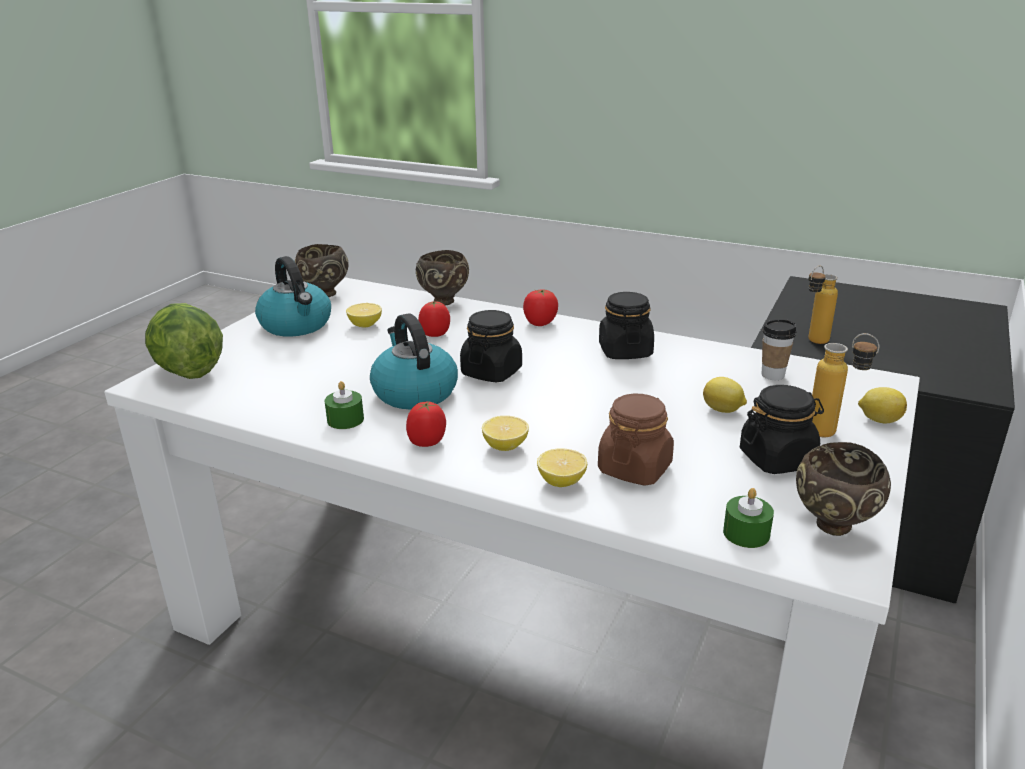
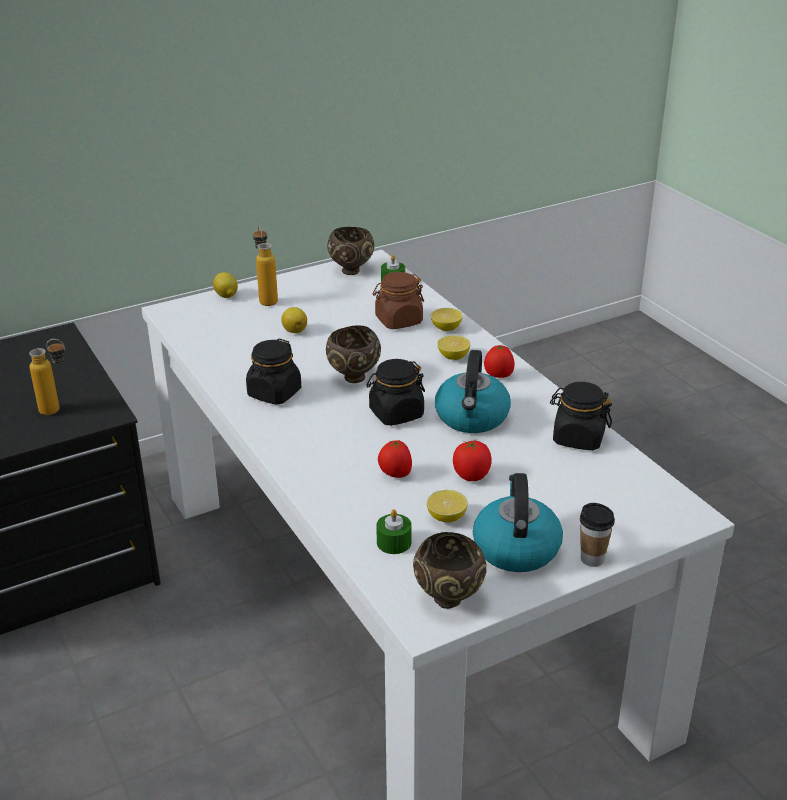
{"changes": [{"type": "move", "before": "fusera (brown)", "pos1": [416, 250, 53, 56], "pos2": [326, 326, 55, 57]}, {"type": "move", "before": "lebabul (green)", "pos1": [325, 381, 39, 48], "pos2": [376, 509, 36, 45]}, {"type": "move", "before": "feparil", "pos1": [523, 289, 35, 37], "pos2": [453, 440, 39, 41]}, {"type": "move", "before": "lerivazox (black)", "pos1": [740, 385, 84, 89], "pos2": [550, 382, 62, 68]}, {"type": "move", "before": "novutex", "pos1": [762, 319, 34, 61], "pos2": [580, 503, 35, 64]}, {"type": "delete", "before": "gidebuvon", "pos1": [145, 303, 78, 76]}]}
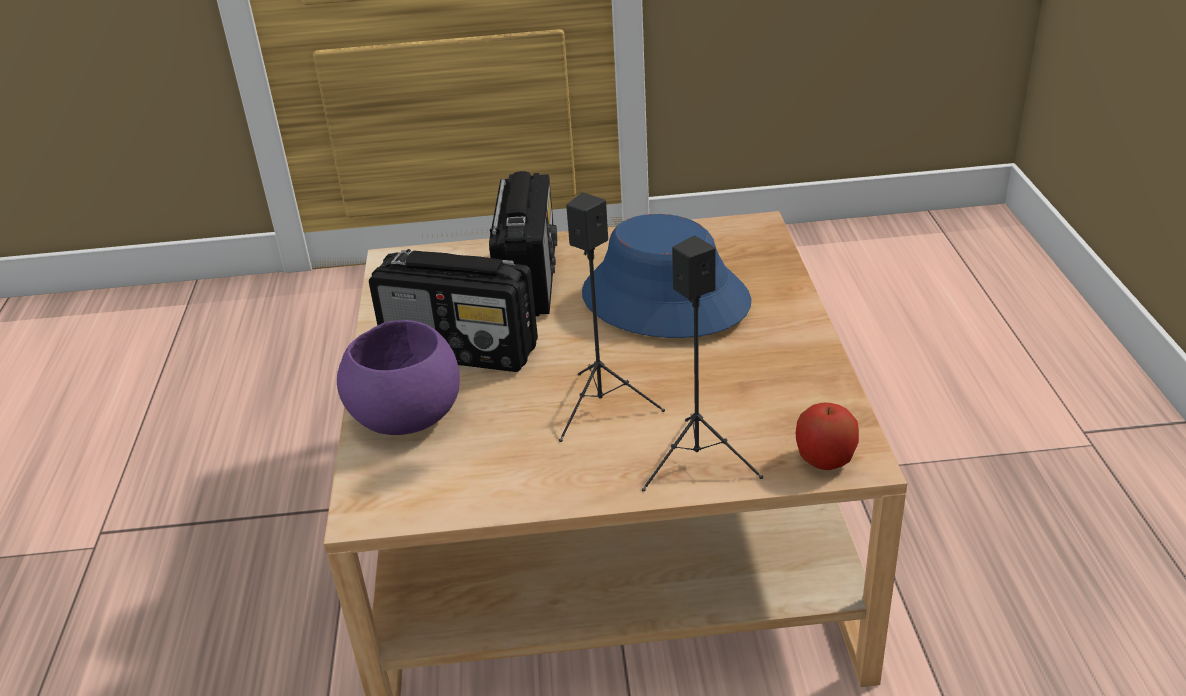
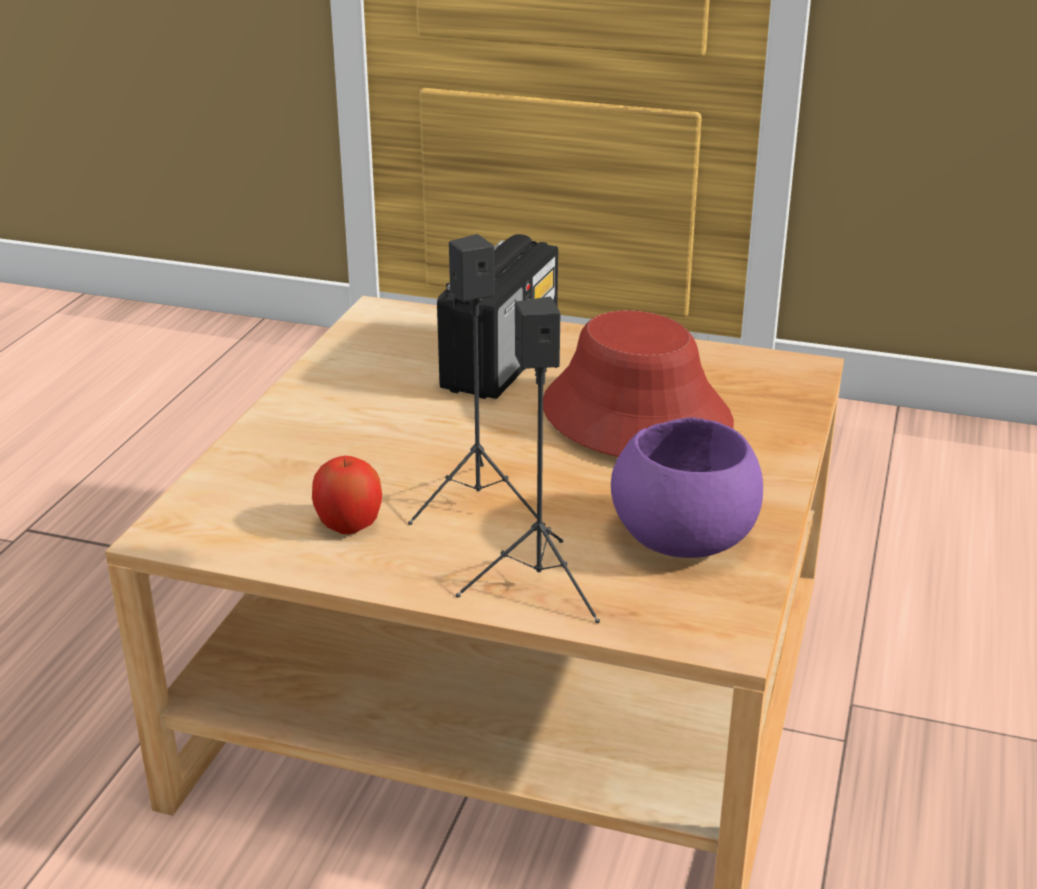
{"changes": [{"type": "move", "before": "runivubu", "pos1": [796, 403, 63, 67], "pos2": [312, 456, 70, 78]}, {"type": "recolor", "before": "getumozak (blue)", "after": "getumozak (red)", "pos1": [582, 214, 169, 124], "pos2": [543, 310, 191, 147]}, {"type": "move", "before": "fusera (purple)", "pos1": [337, 320, 123, 115], "pos2": [611, 417, 152, 141]}, {"type": "delete", "before": "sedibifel", "pos1": [369, 249, 169, 123]}]}
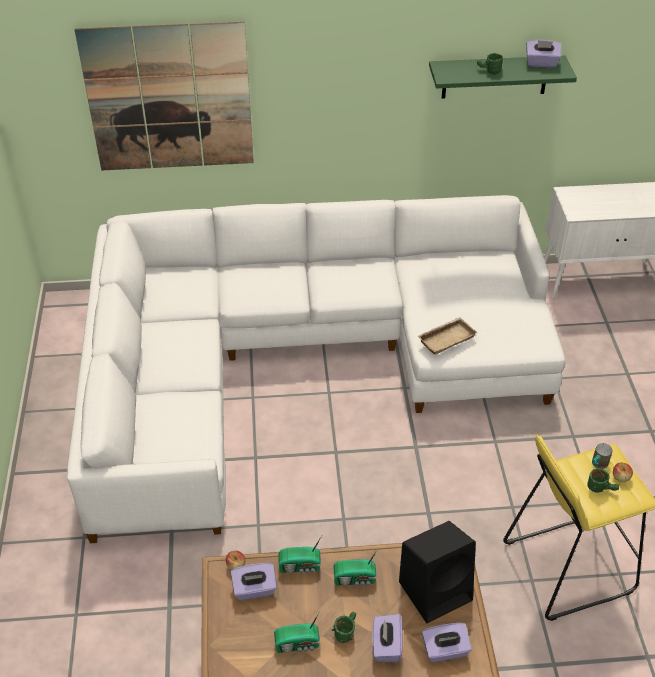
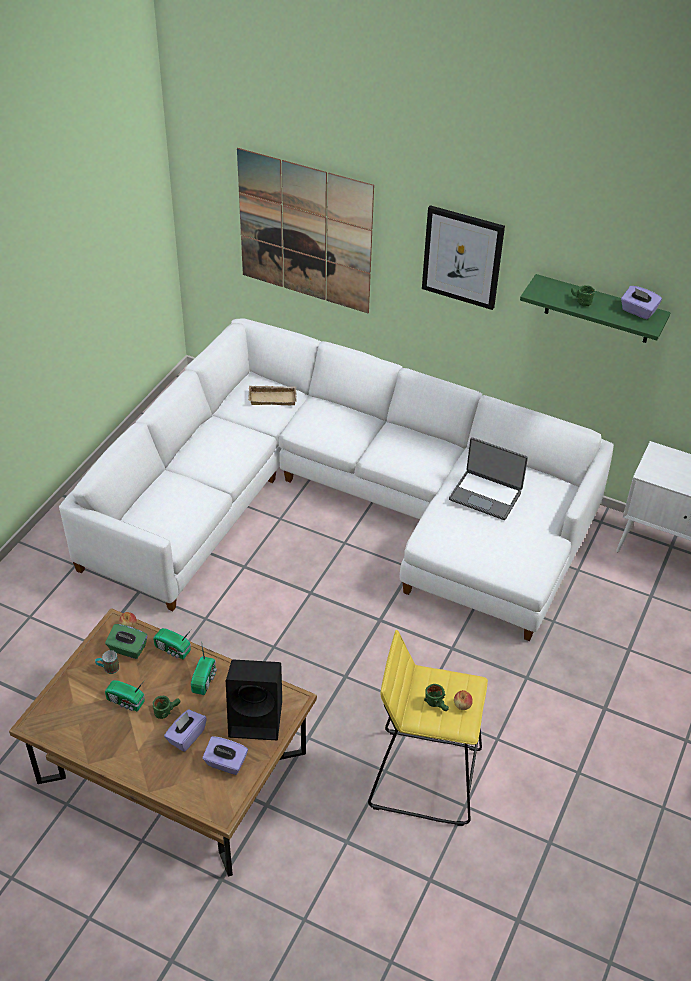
{"changes": [{"type": "move", "before": "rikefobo", "pos1": [592, 443, 21, 26], "pos2": [95, 650, 24, 24]}, {"type": "recolor", "before": "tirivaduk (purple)", "after": "tirivaduk (green)", "pos1": [231, 563, 46, 37], "pos2": [105, 624, 43, 35]}, {"type": "rotate", "before": "sedibifel", "pos1": [333, 547, 46, 39], "pos2": [191, 641, 26, 54], "turn": -105}, {"type": "move", "before": "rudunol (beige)", "pos1": [418, 317, 59, 38], "pos2": [248, 386, 48, 19]}, {"type": "insert", "after": "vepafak", "pos2": [422, 205, 83, 105]}, {"type": "insert", "after": "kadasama", "pos2": [449, 437, 79, 83]}]}
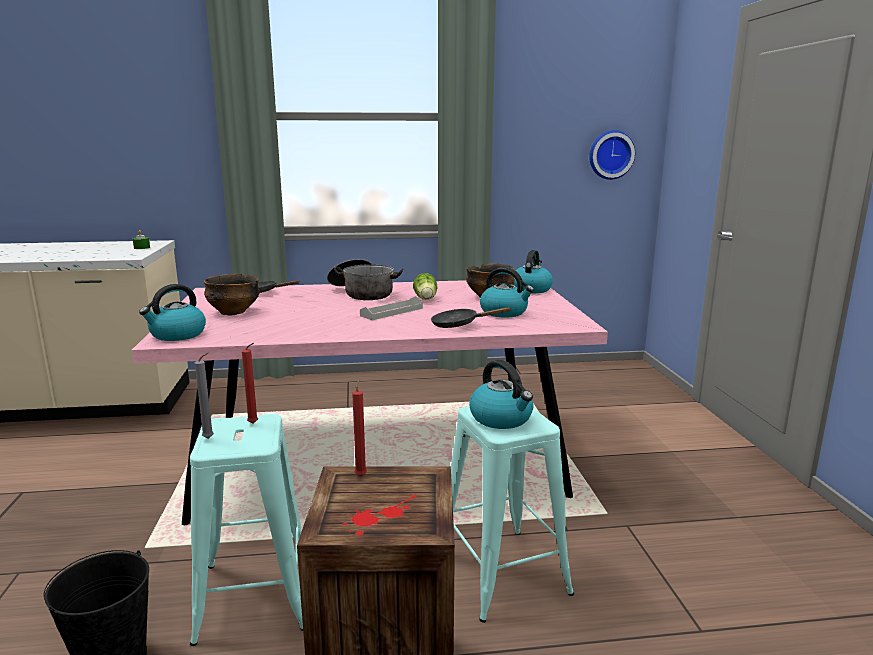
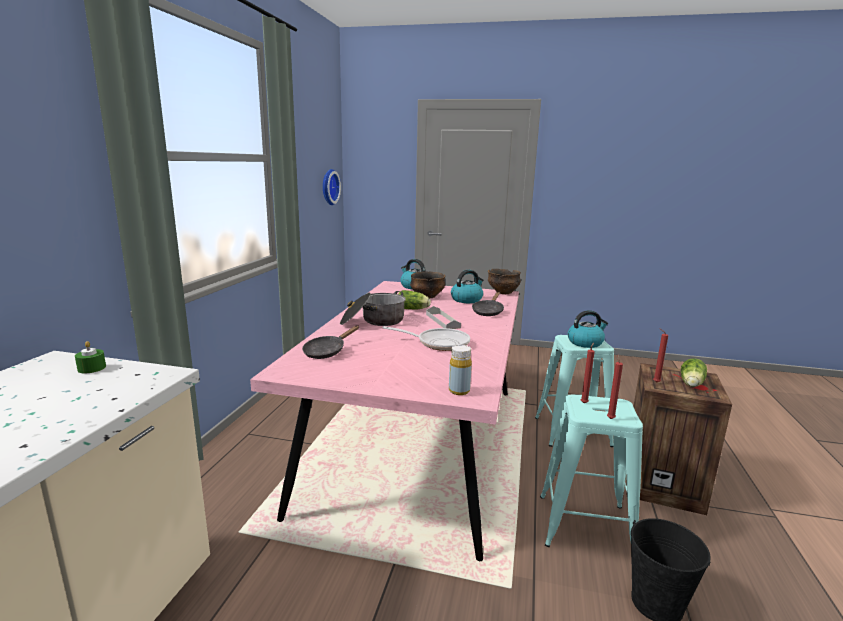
{"changes": [{"type": "insert", "after": "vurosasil", "pos2": [383, 326, 87, 25]}, {"type": "replace", "before": "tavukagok", "after": "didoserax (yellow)", "pos1": [139, 284, 67, 57], "pos2": [449, 345, 23, 50]}, {"type": "move", "before": "fusera", "pos1": [203, 274, 57, 41], "pos2": [488, 269, 33, 25]}, {"type": "recolor", "before": "lebabul (grey)", "after": "lebabul (red)", "pos1": [195, 352, 19, 87], "pos2": [607, 354, 16, 65]}, {"type": "insert", "after": "gidebuvon", "pos2": [681, 358, 26, 29]}]}
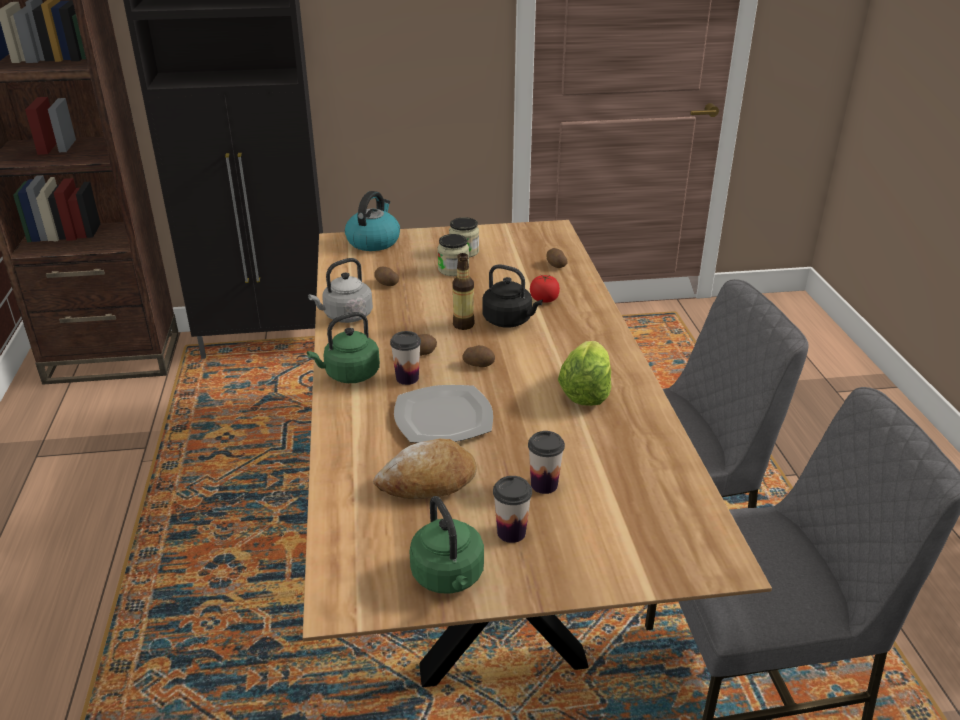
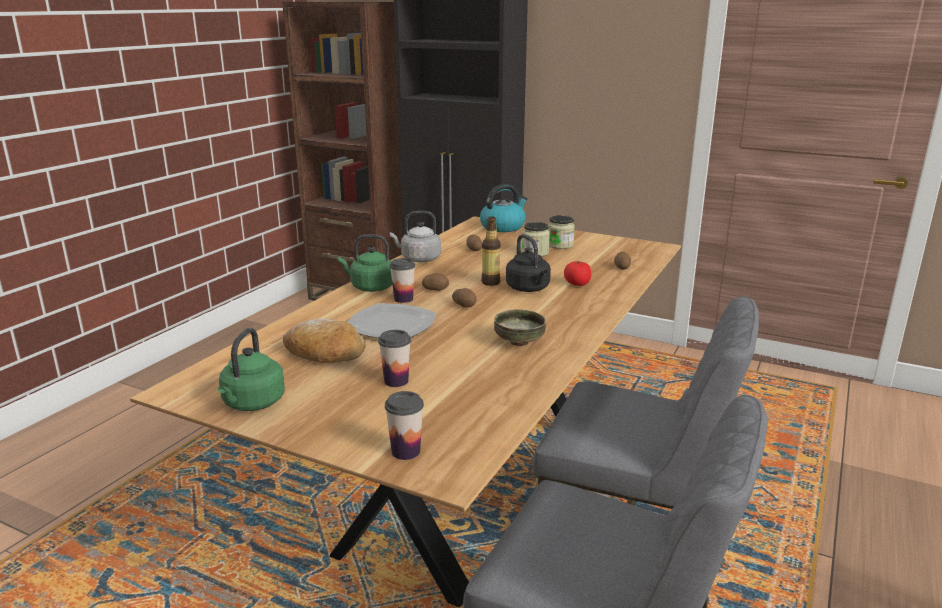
{"changes": [{"type": "move", "before": "novutex", "pos1": [493, 476, 39, 67], "pos2": [385, 391, 39, 69]}, {"type": "replace", "before": "gidebuvon", "after": "fusera", "pos1": [558, 341, 54, 65], "pos2": [494, 309, 52, 37]}]}
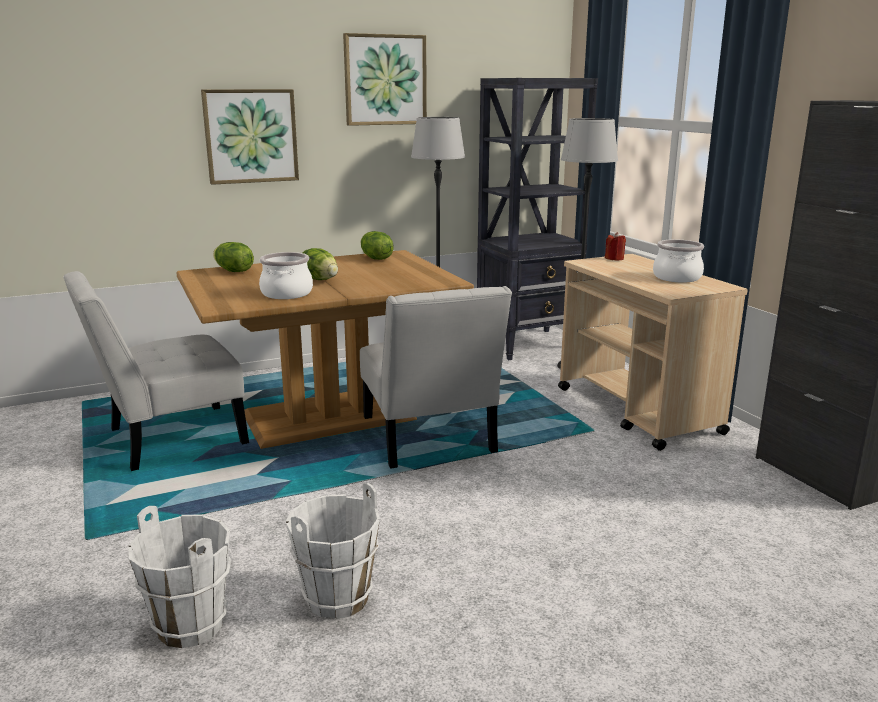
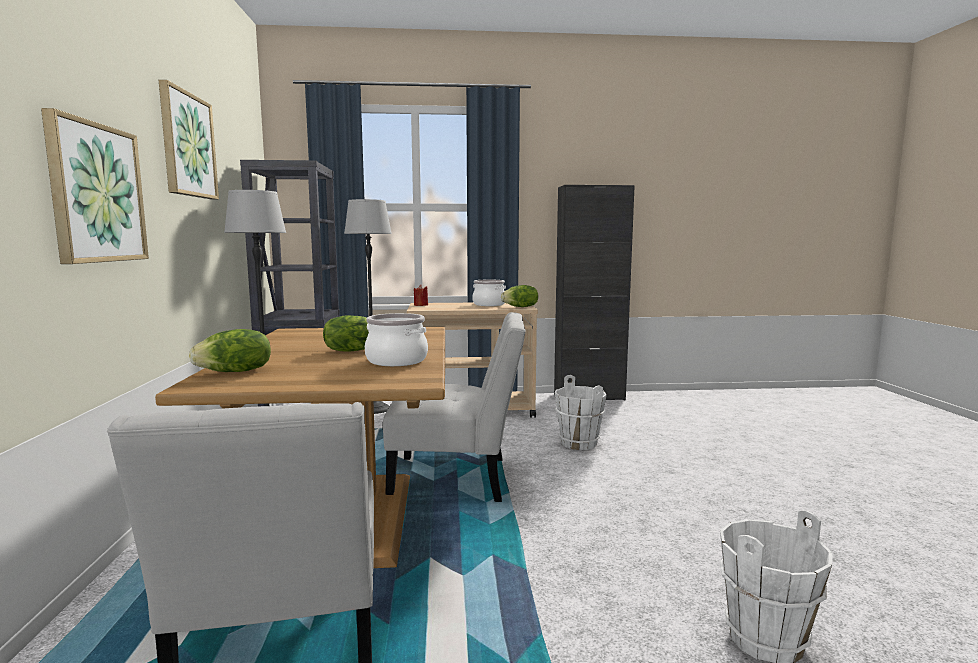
{"changes": [{"type": "move", "before": "gidebuvon", "pos1": [360, 231, 34, 29], "pos2": [501, 285, 37, 22]}, {"type": "move", "before": "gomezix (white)", "pos1": [286, 483, 94, 136], "pos2": [555, 375, 52, 75]}]}
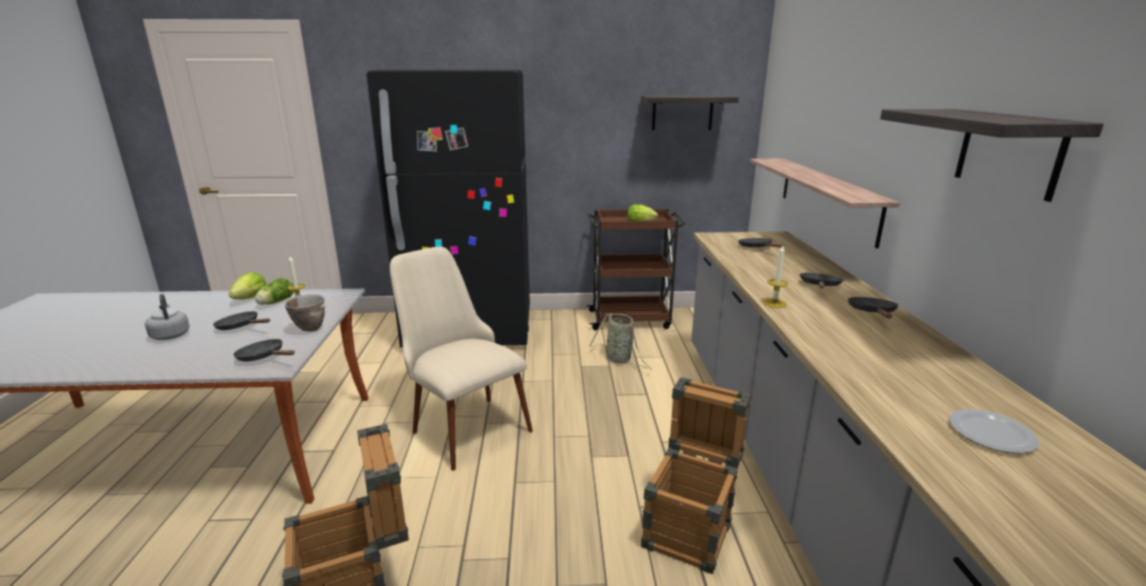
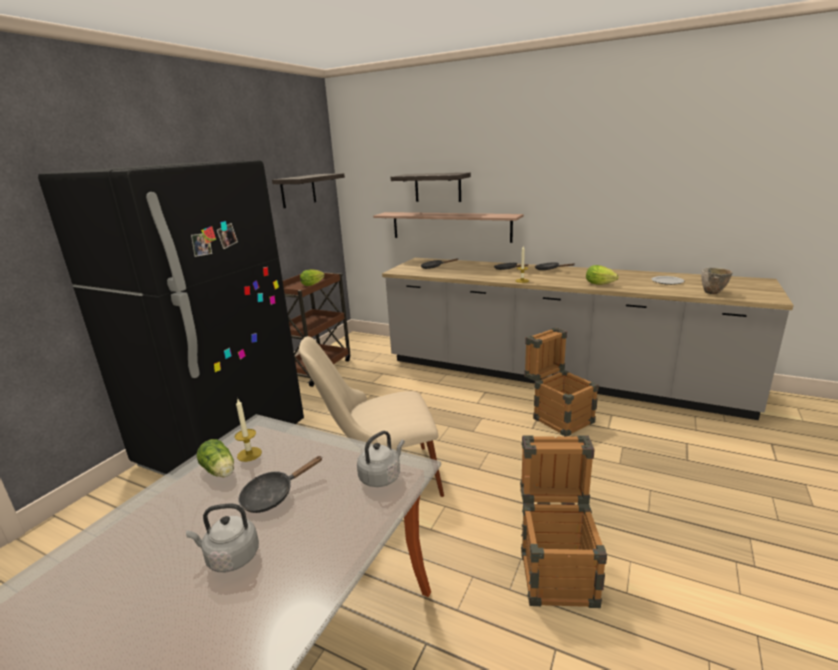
{"changes": [{"type": "replace", "before": "vurosasil (black)", "after": "tavukagok (grey)", "pos1": [233, 339, 62, 22], "pos2": [357, 431, 48, 56]}, {"type": "move", "before": "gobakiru", "pos1": [880, 109, 224, 93], "pos2": [391, 173, 80, 29]}, {"type": "move", "before": "gidebuvon", "pos1": [229, 272, 37, 28], "pos2": [586, 265, 33, 20]}, {"type": "move", "before": "fusera", "pos1": [285, 294, 41, 38], "pos2": [701, 267, 31, 27]}, {"type": "delete", "before": "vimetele", "pos1": [589, 313, 62, 56]}]}
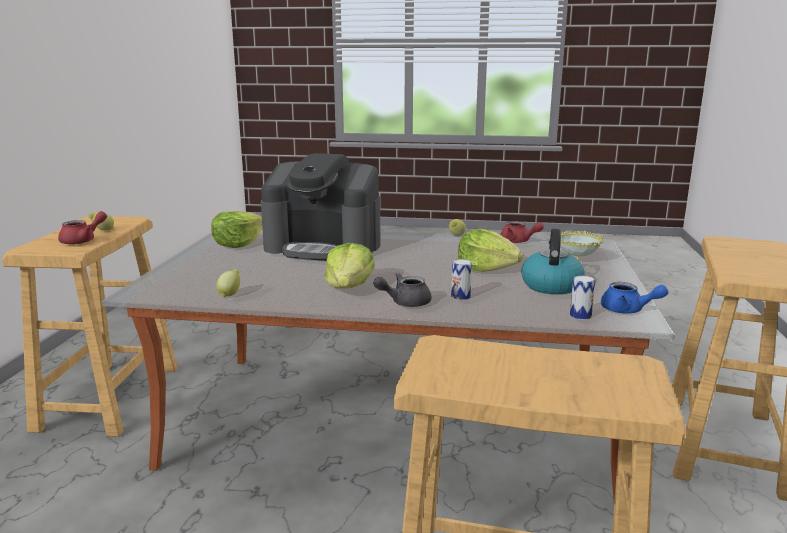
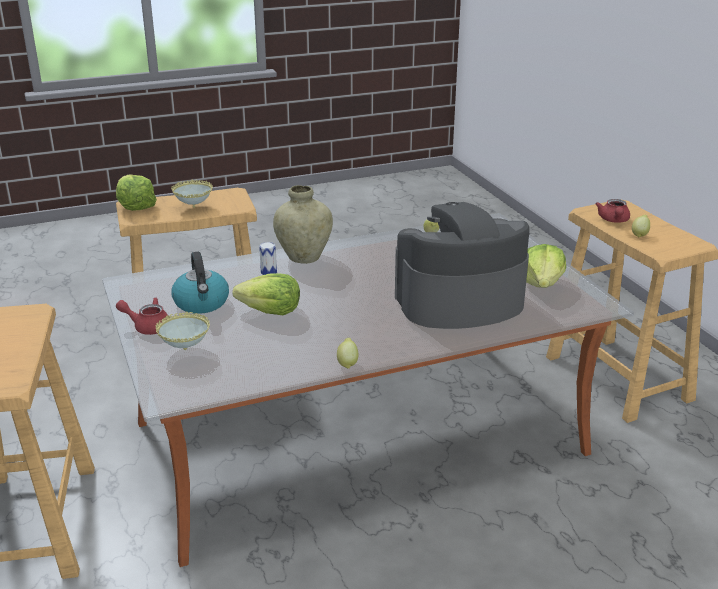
{"changes": [{"type": "move", "before": "gidebuvon", "pos1": [325, 243, 50, 45], "pos2": [116, 174, 41, 37]}, {"type": "move", "before": "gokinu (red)", "pos1": [500, 221, 44, 22], "pos2": [116, 297, 52, 38]}, {"type": "insert", "after": "fusera", "pos2": [171, 179, 42, 29]}, {"type": "replace", "before": "gokinu (grey)", "after": "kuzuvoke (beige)", "pos1": [373, 272, 59, 35], "pos2": [273, 185, 60, 79]}, {"type": "delete", "before": "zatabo", "pos1": [570, 276, 25, 44]}, {"type": "delete", "before": "gokinu (blue)", "pos1": [601, 282, 67, 32]}]}
